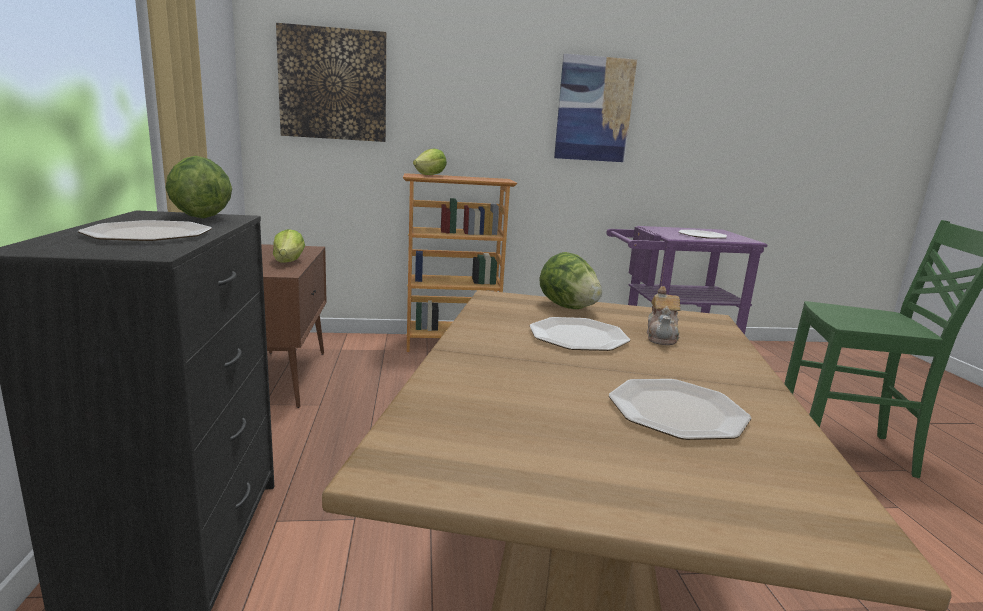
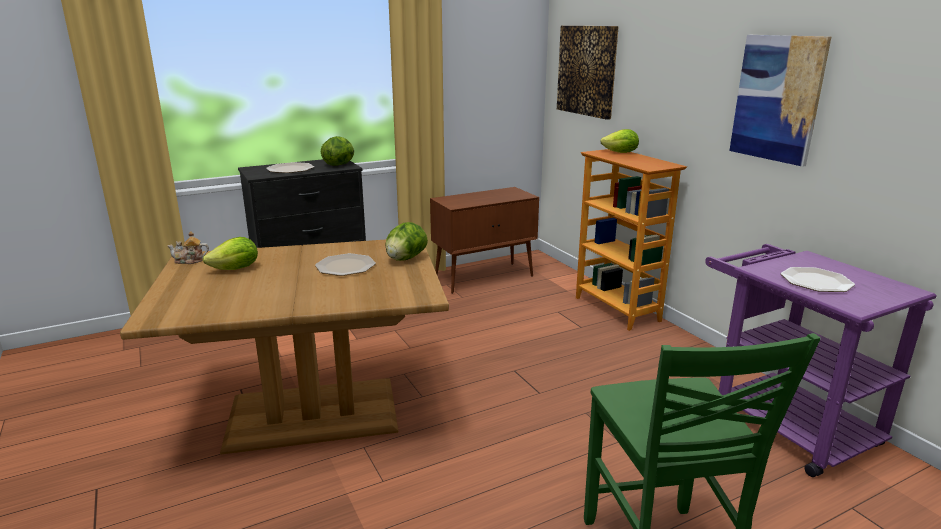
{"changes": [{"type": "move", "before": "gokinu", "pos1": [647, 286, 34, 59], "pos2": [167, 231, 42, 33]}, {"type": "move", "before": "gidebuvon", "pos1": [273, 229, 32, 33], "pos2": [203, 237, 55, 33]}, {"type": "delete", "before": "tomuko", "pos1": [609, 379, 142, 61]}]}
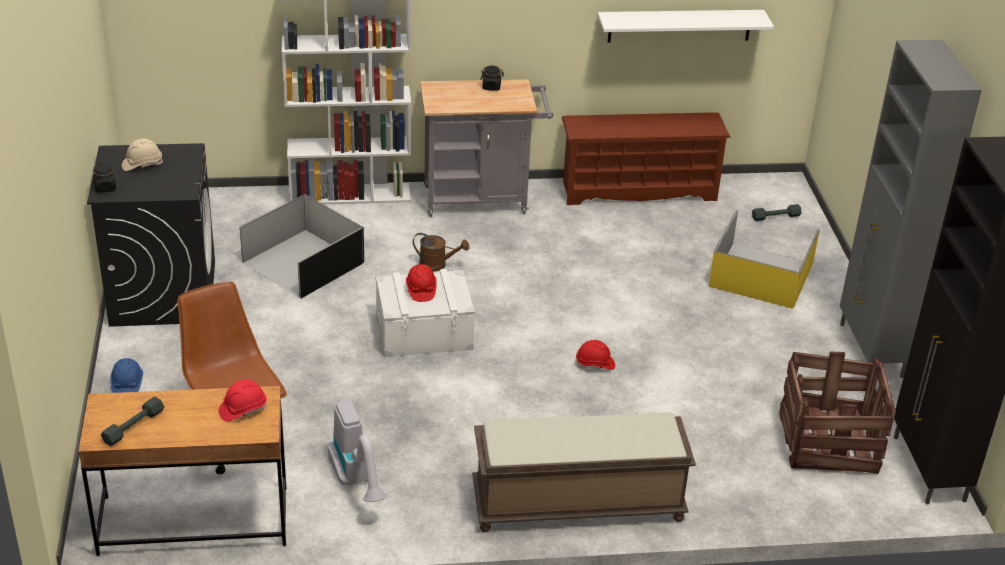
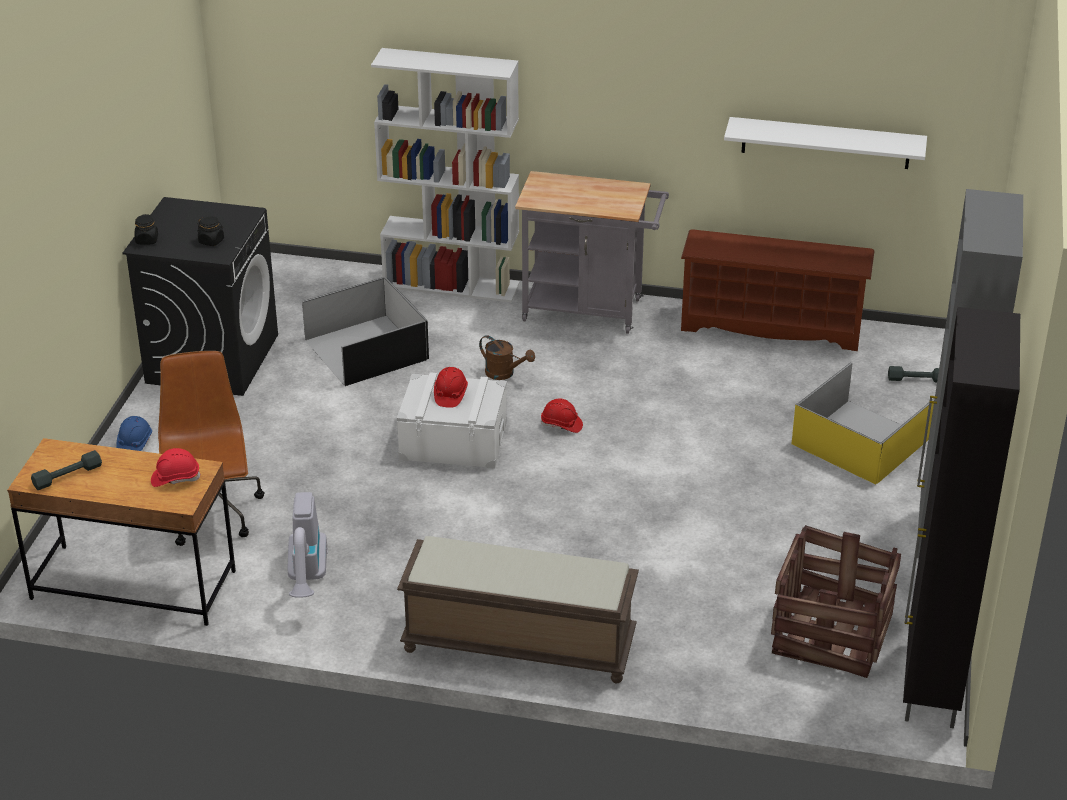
{"changes": [{"type": "move", "before": "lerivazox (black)", "pos1": [481, 66, 23, 25], "pos2": [197, 216, 27, 30]}, {"type": "move", "before": "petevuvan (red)", "pos1": [575, 340, 40, 30], "pos2": [541, 399, 42, 34]}, {"type": "delete", "before": "petevuvan (beige)", "pos1": [122, 138, 41, 33]}]}
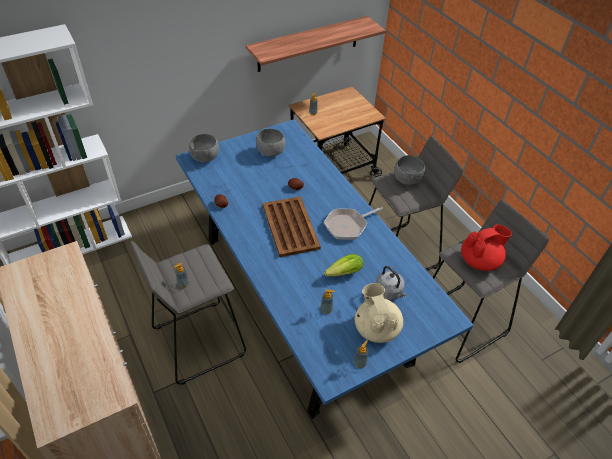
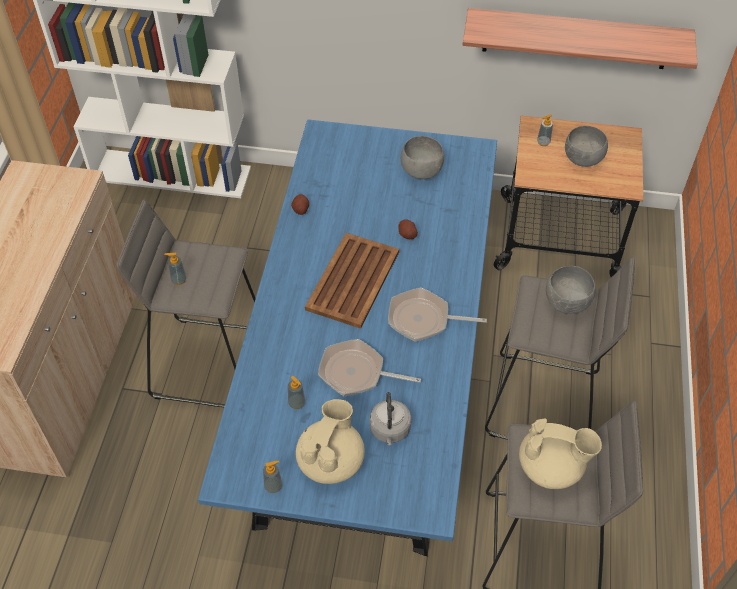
{"changes": [{"type": "replace", "before": "gidebuvon", "after": "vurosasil", "pos1": [324, 254, 39, 23], "pos2": [318, 339, 103, 57]}, {"type": "recolor", "before": "gokinu (red)", "after": "gokinu (beige)", "pos1": [461, 224, 51, 47], "pos2": [519, 418, 83, 71]}, {"type": "move", "before": "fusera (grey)", "pos1": [189, 134, 30, 28], "pos2": [565, 126, 43, 41]}]}
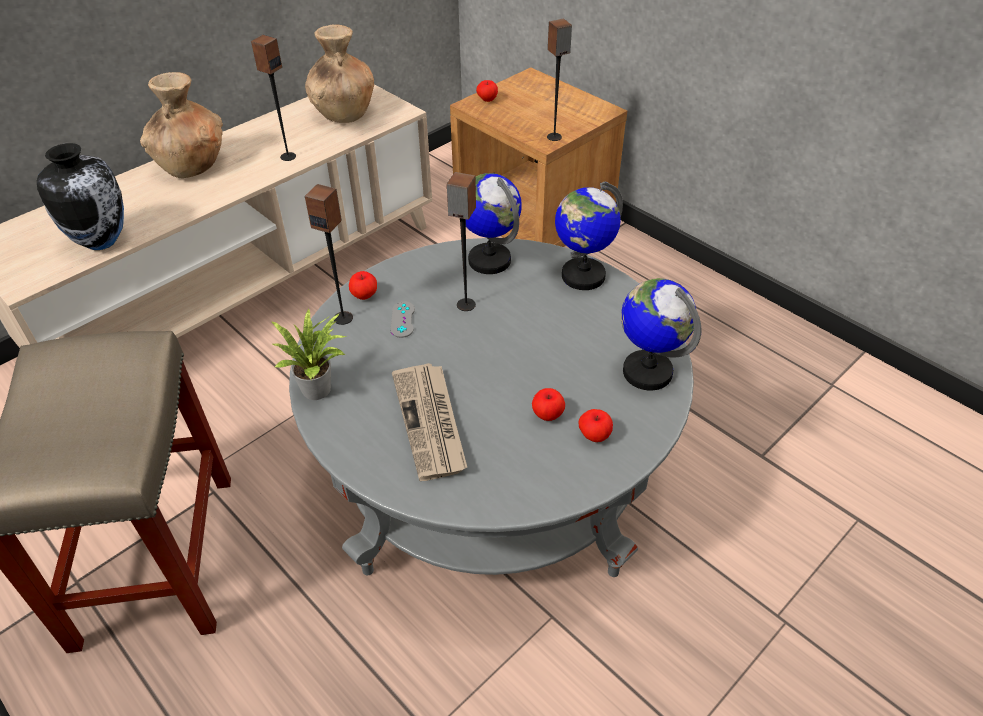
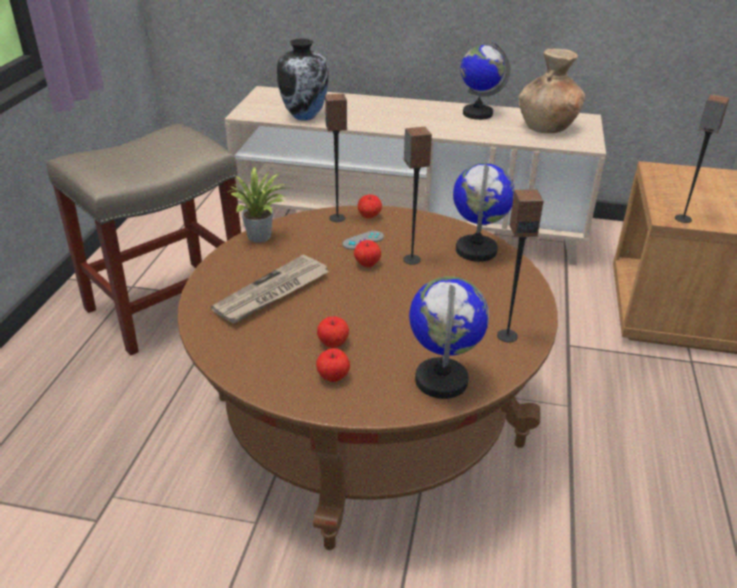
{"changes": [{"type": "recolor", "before": "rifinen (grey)", "after": "rifinen (brown)", "pos1": [289, 238, 405, 339], "pos2": [177, 205, 381, 345]}, {"type": "move", "before": "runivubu", "pos1": [476, 80, 22, 22], "pos2": [354, 240, 27, 27]}, {"type": "move", "before": "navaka", "pos1": [555, 181, 68, 109], "pos2": [460, 42, 50, 78]}, {"type": "move", "before": "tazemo", "pos1": [251, 35, 45, 126], "pos2": [497, 189, 46, 154]}, {"type": "delete", "before": "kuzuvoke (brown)", "pos1": [140, 72, 83, 106]}]}
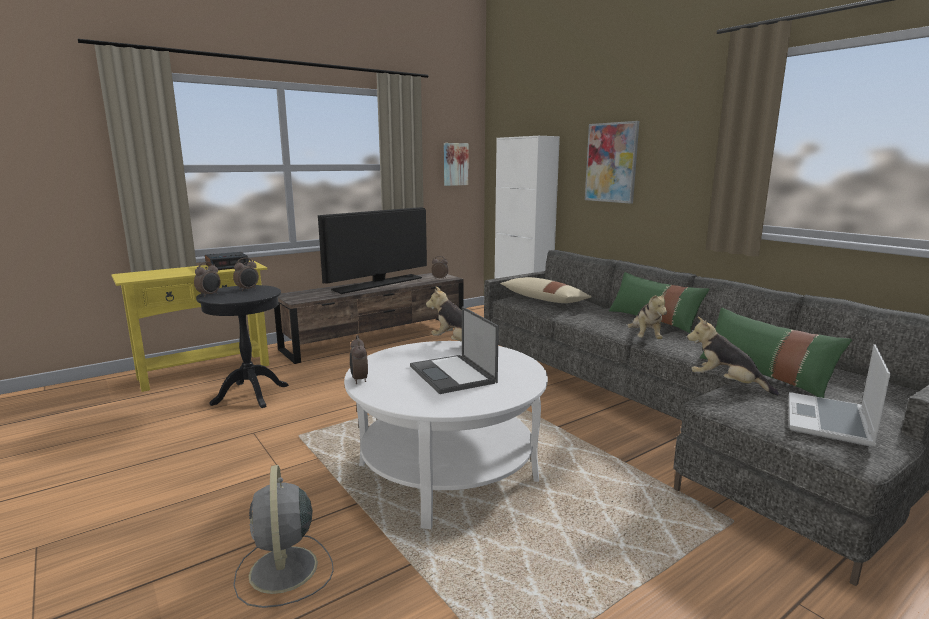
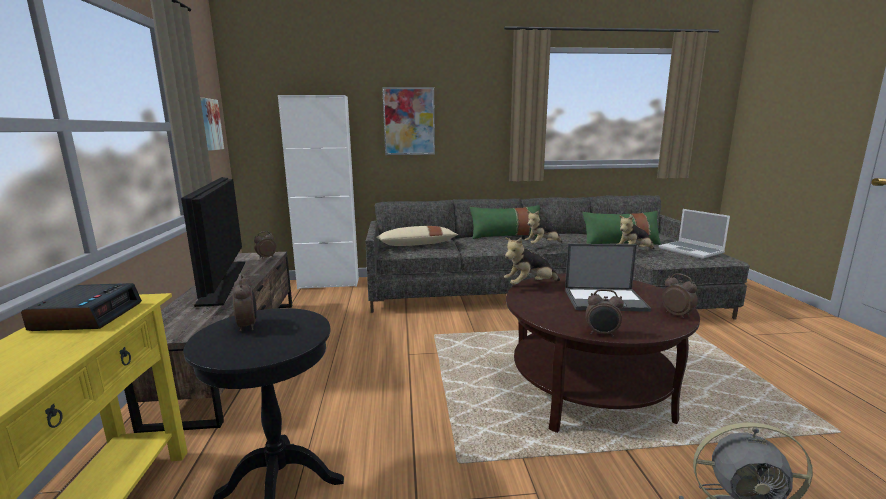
{"changes": [{"type": "recolor", "before": "rifinen (white)", "after": "rifinen (brown)", "pos1": [344, 341, 204, 188], "pos2": [506, 273, 194, 160]}, {"type": "rotate", "before": "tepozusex", "pos1": [627, 292, 40, 47], "pos2": [525, 211, 38, 33], "turn": 120}, {"type": "move", "before": "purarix", "pos1": [194, 262, 27, 35], "pos2": [661, 273, 37, 45]}]}
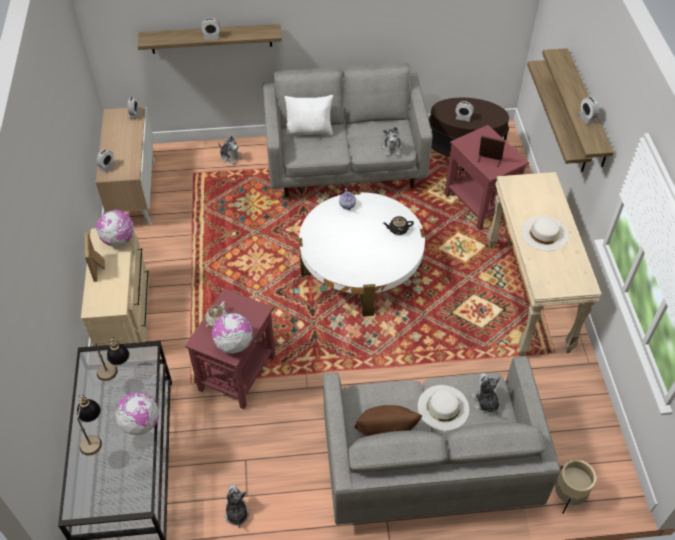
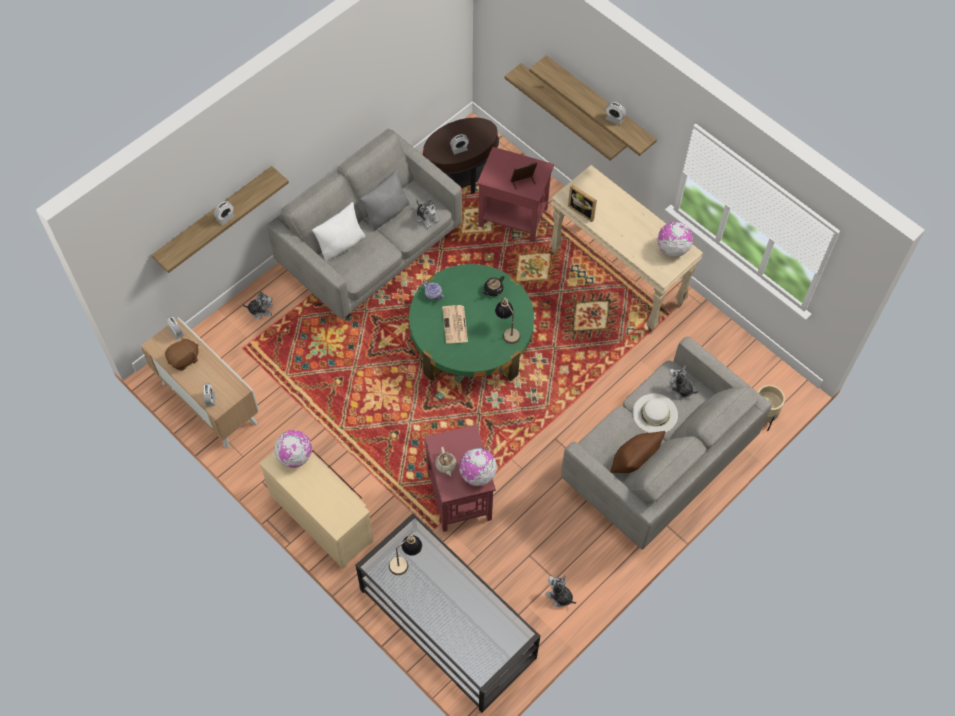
{"changes": [{"type": "insert", "after": "tepozusex (brown)", "pos2": [165, 336, 34, 35]}, {"type": "insert", "after": "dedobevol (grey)", "pos2": [360, 169, 50, 62]}, {"type": "recolor", "before": "rifinen (white)", "after": "rifinen (green)", "pos1": [299, 192, 126, 125], "pos2": [409, 264, 125, 118]}, {"type": "insert", "after": "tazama", "pos2": [442, 305, 26, 39]}, {"type": "move", "before": "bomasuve", "pos1": [77, 395, 25, 61], "pos2": [495, 297, 25, 47]}, {"type": "move", "before": "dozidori", "pos1": [85, 232, 20, 50], "pos2": [568, 184, 29, 38]}, {"type": "move", "before": "navaka", "pos1": [115, 392, 44, 43], "pos2": [657, 222, 36, 35]}, {"type": "delete", "before": "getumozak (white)", "pos1": [521, 216, 48, 35]}]}
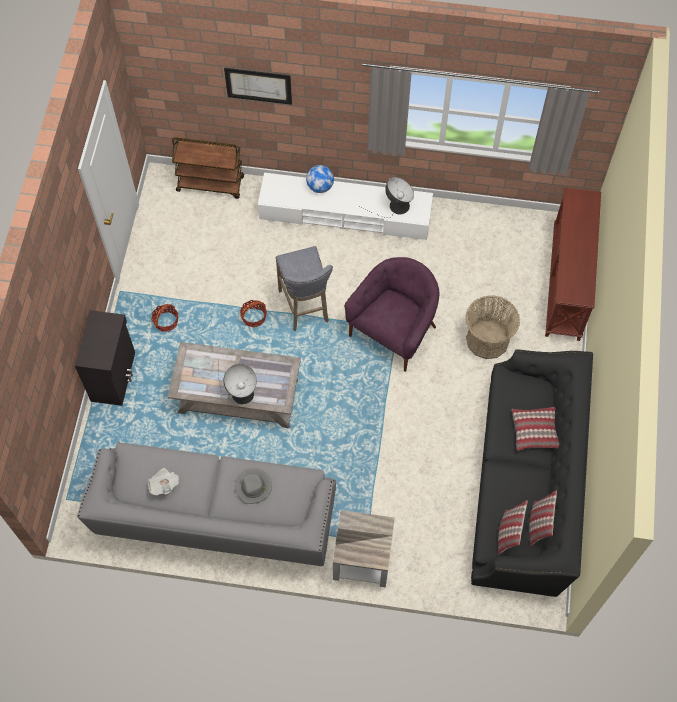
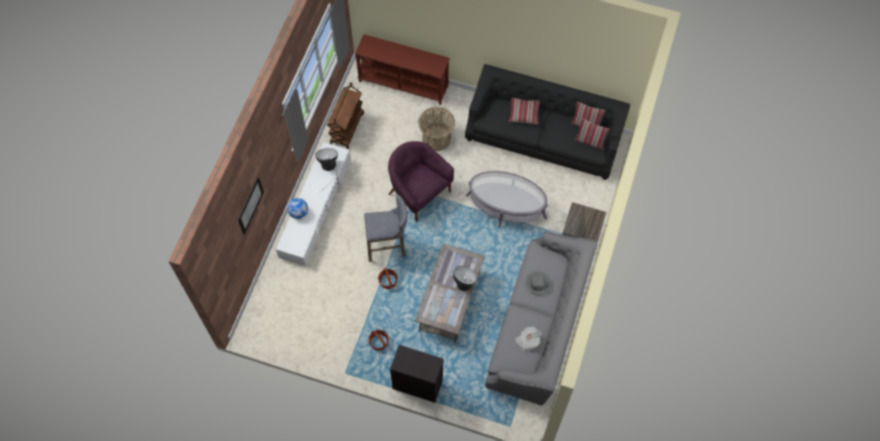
{"changes": [{"type": "move", "before": "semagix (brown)", "pos1": [172, 137, 72, 62], "pos2": [327, 82, 37, 67]}, {"type": "insert", "after": "rifinen (grey)", "pos2": [466, 171, 82, 57]}]}
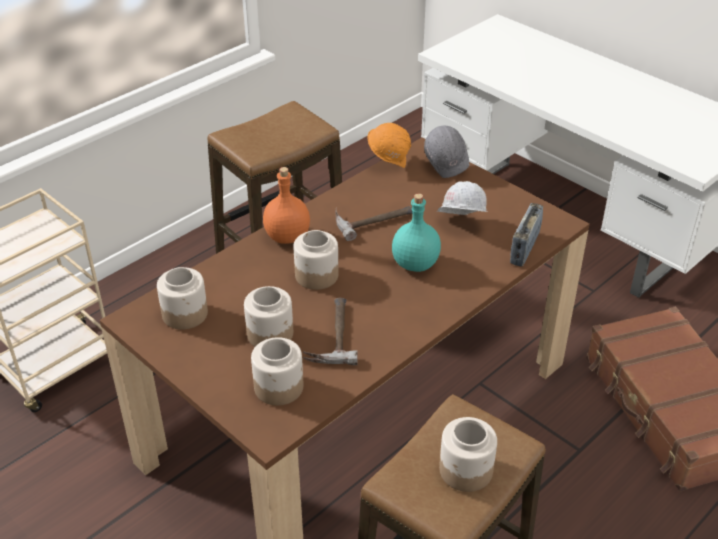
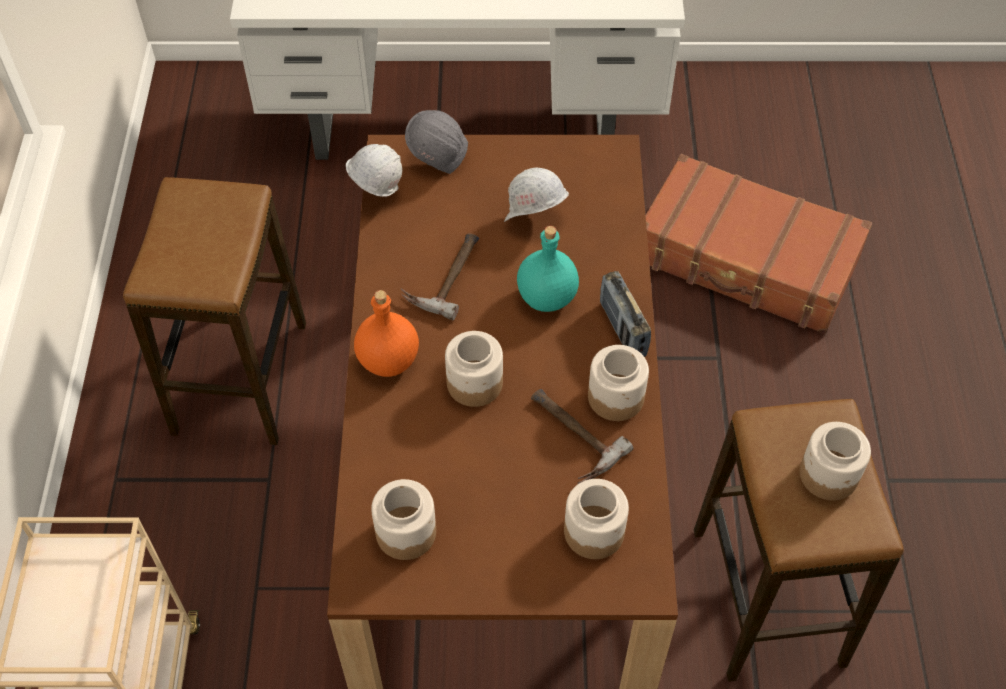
{"changes": [{"type": "recolor", "before": "petevuvan (orange)", "after": "petevuvan (white)", "pos1": [368, 123, 43, 45], "pos2": [346, 144, 56, 53]}, {"type": "move", "before": "lerivazox", "pos1": [244, 286, 49, 61], "pos2": [588, 345, 61, 76]}, {"type": "move", "before": "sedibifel", "pos1": [510, 203, 33, 64], "pos2": [600, 271, 51, 86]}]}
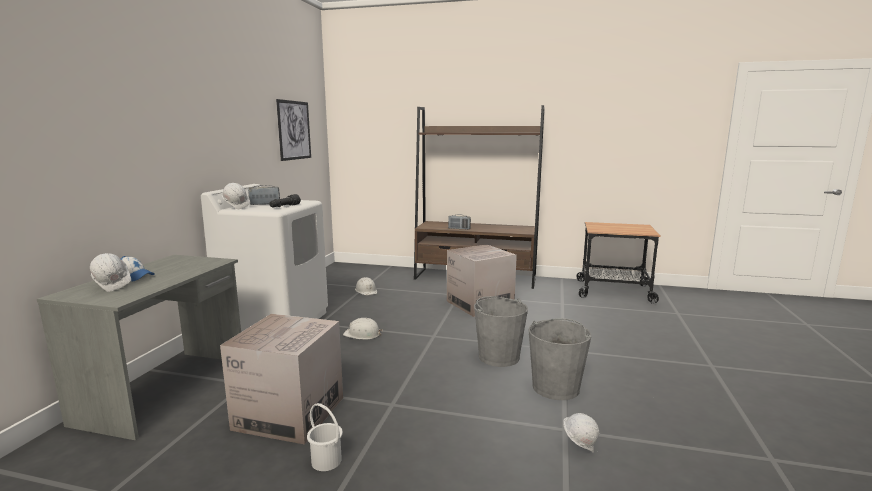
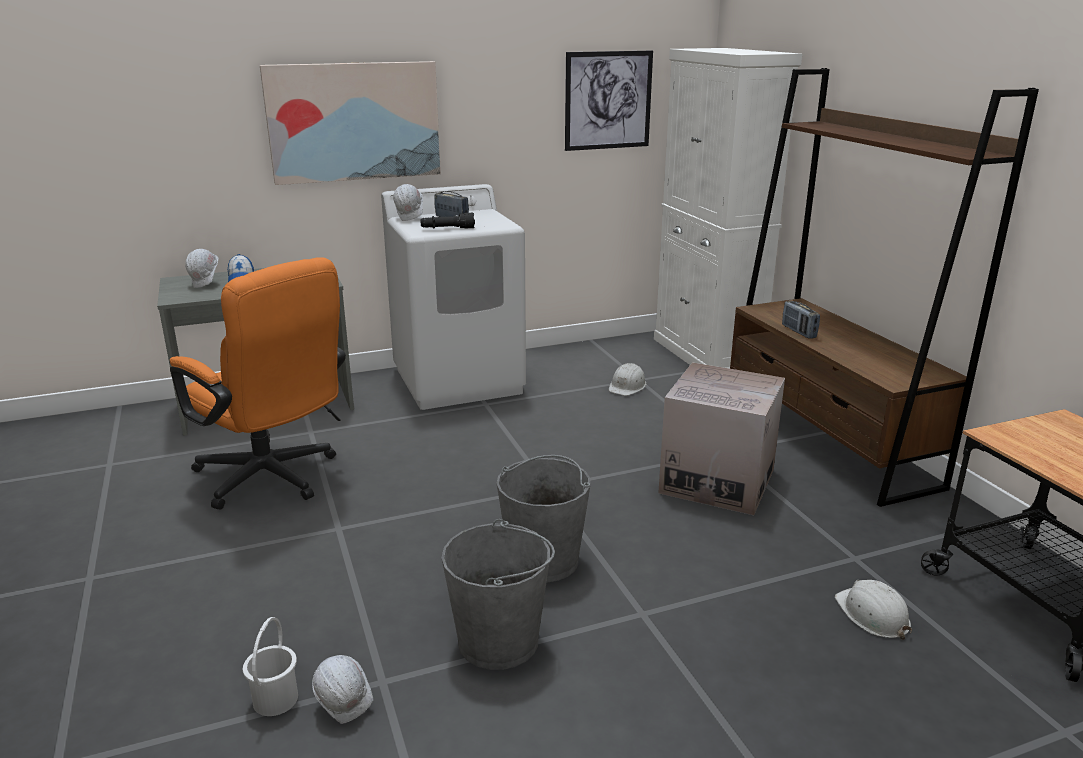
{"changes": [{"type": "replace", "before": "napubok", "after": "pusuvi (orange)", "pos1": [220, 314, 123, 131], "pos2": [170, 257, 176, 253]}, {"type": "move", "before": "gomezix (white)", "pos1": [307, 403, 36, 68], "pos2": [243, 617, 55, 99]}, {"type": "insert", "after": "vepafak", "pos2": [260, 61, 181, 124]}, {"type": "insert", "after": "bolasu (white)", "pos2": [654, 48, 148, 321]}, {"type": "move", "before": "petevuvan (white)", "pos1": [343, 318, 40, 21], "pos2": [835, 580, 77, 60]}]}
